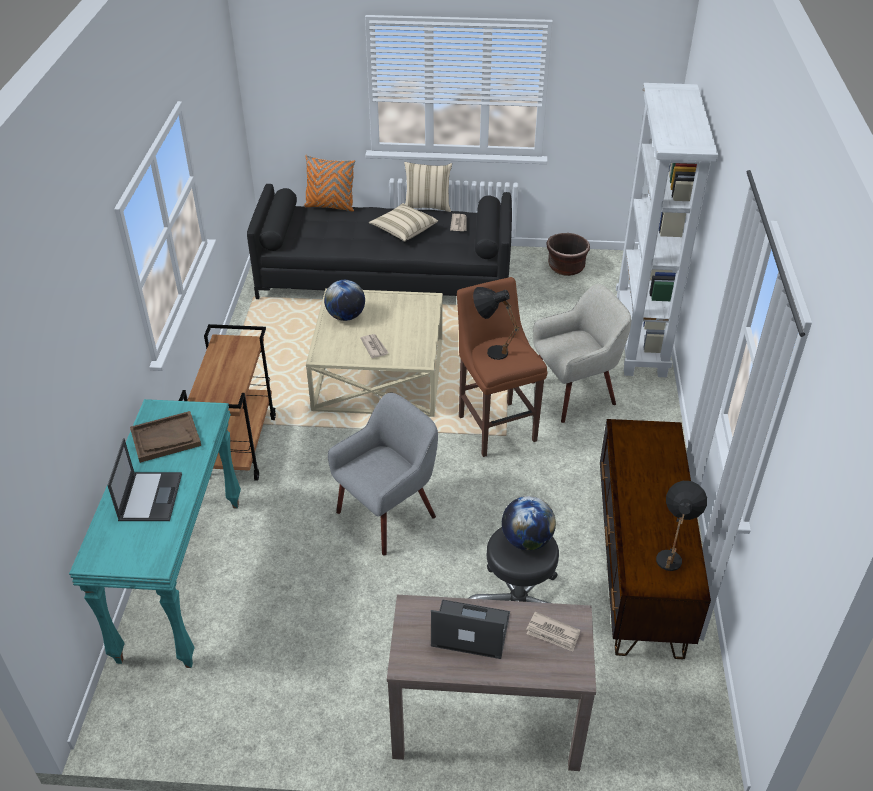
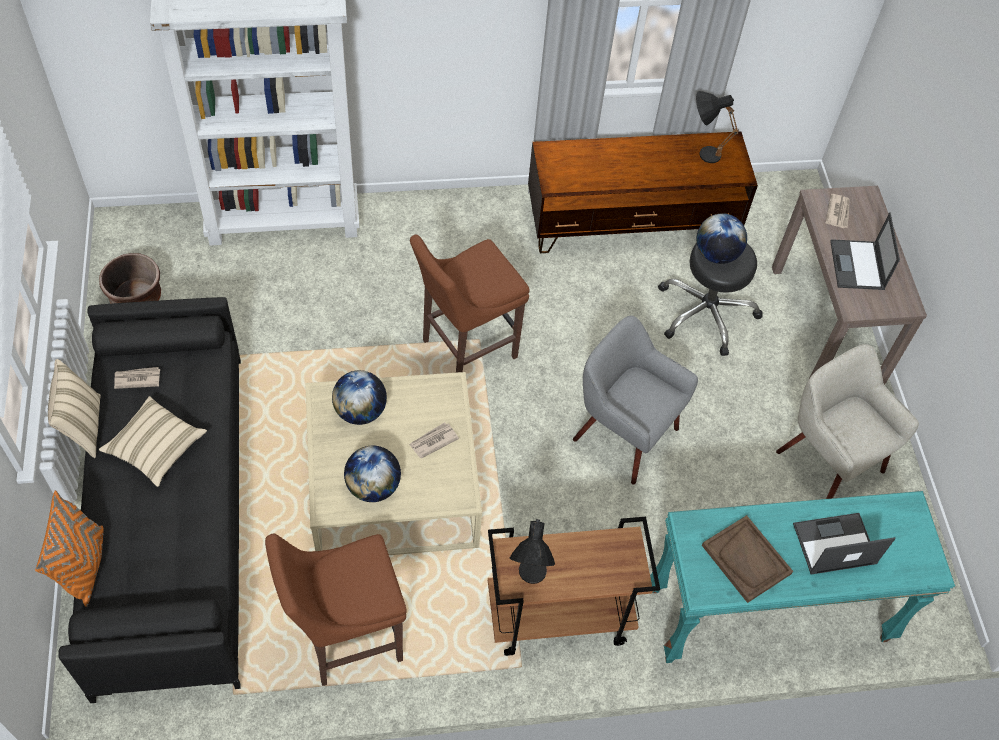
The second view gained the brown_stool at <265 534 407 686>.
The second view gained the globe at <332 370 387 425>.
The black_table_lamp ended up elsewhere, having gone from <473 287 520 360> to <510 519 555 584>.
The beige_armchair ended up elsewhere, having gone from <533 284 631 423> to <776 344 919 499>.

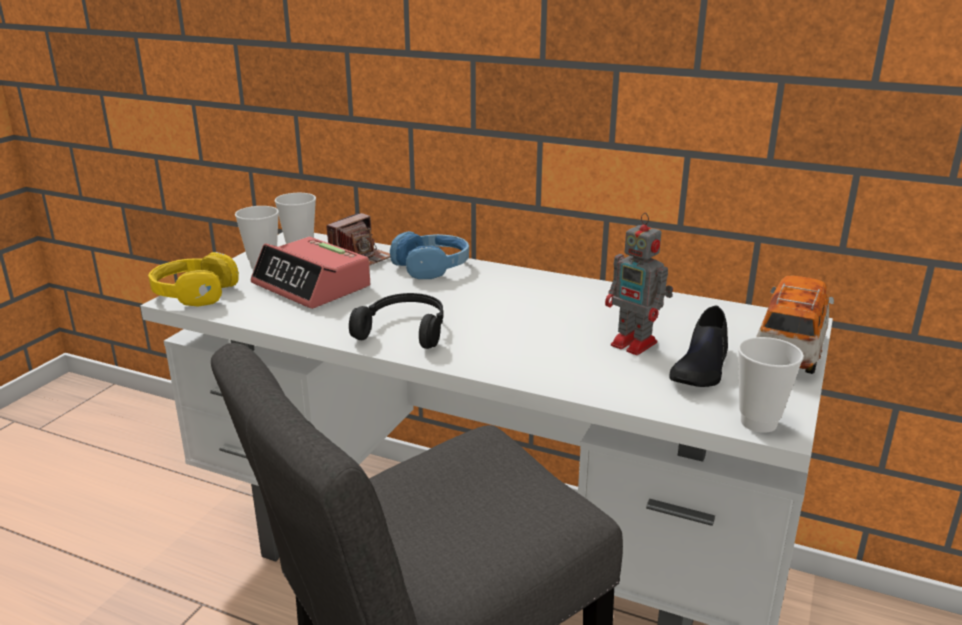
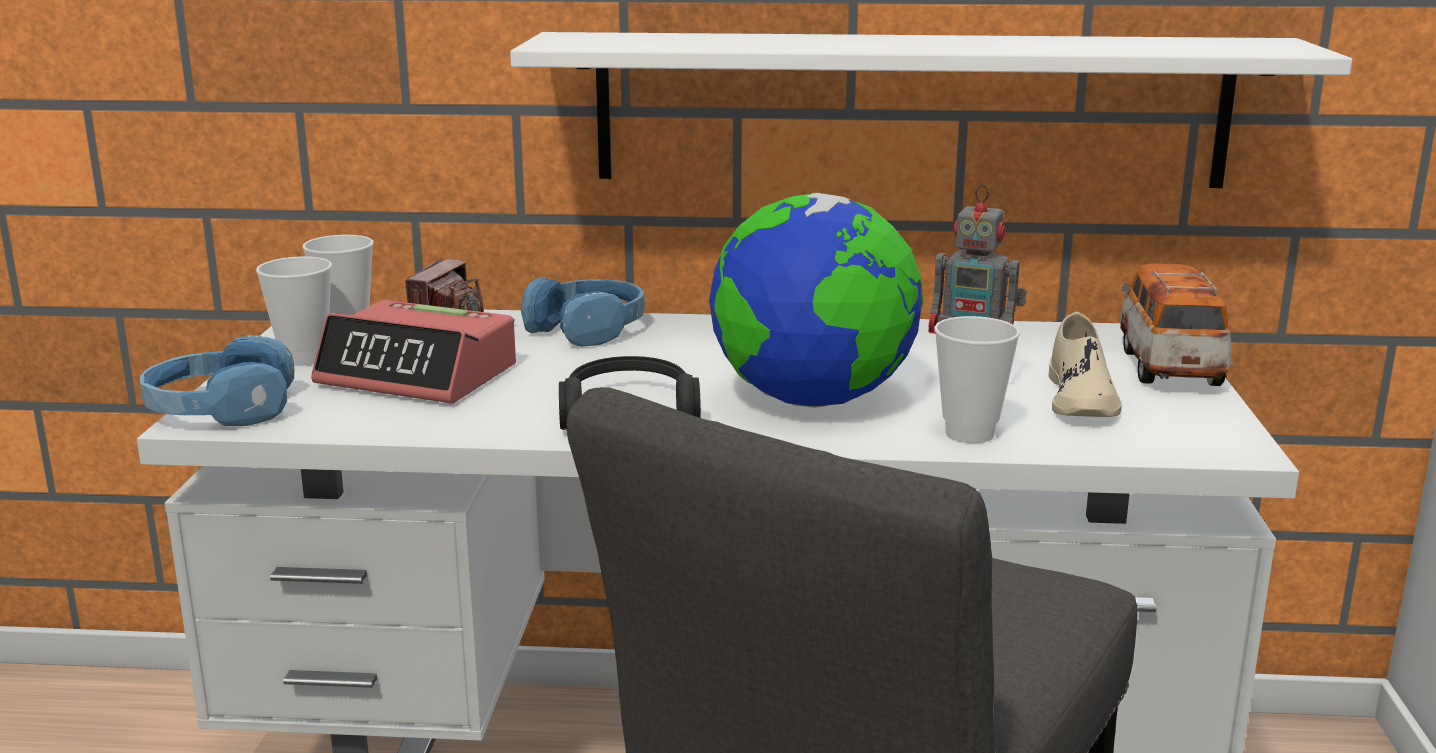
What was the yellow_headphones at <148 252 239 306> turned into the blue_headphones at <140 335 294 426>.
The second view gained the white_shelf at <510 32 1352 188>.
The second view gained the globe at <709 193 923 408>.
The cup ended up elsewhere, having gone from <738 337 804 433> to <934 316 1020 444>.
What was the black_shoe at <669 305 728 387> turned into the beige_shoe at <1049 312 1122 417>.

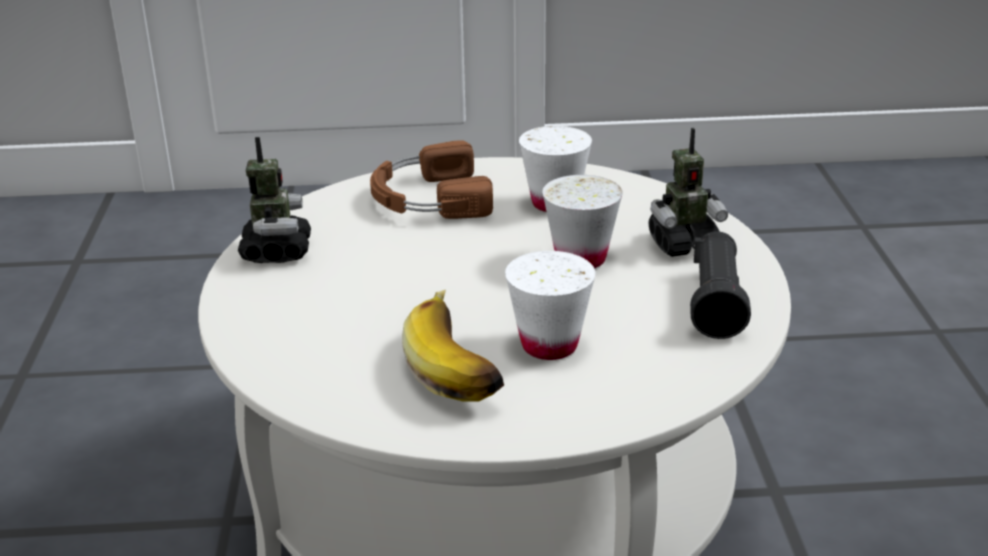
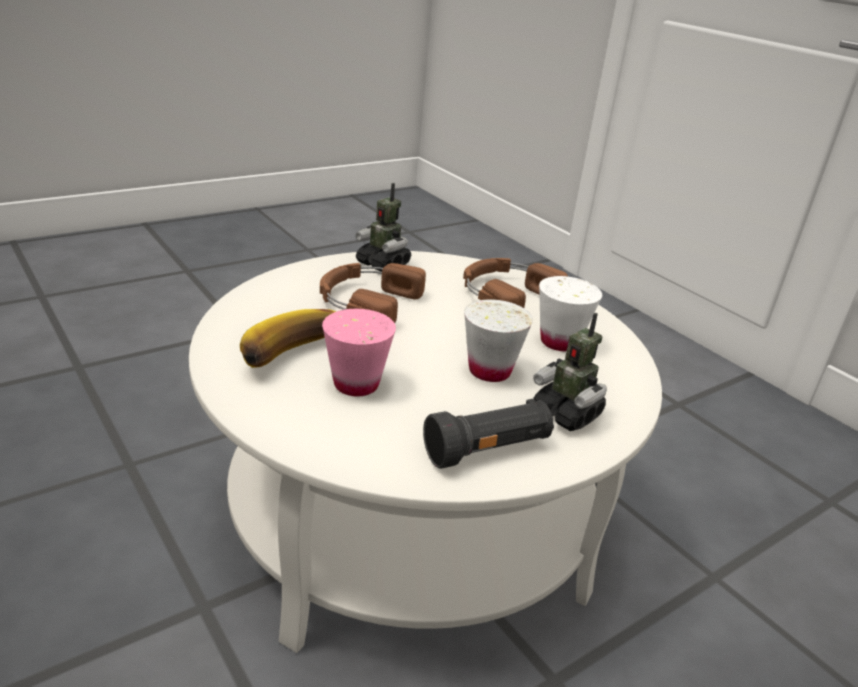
The second view gained the brown_headphones at <320 263 426 323>.
What was the white_cup at <505 251 596 360> turned into the pink_cup at <322 309 396 396>.
The toy_robot at <238 137 311 263> ended up facing another way, 75 degrees clockwise from before.

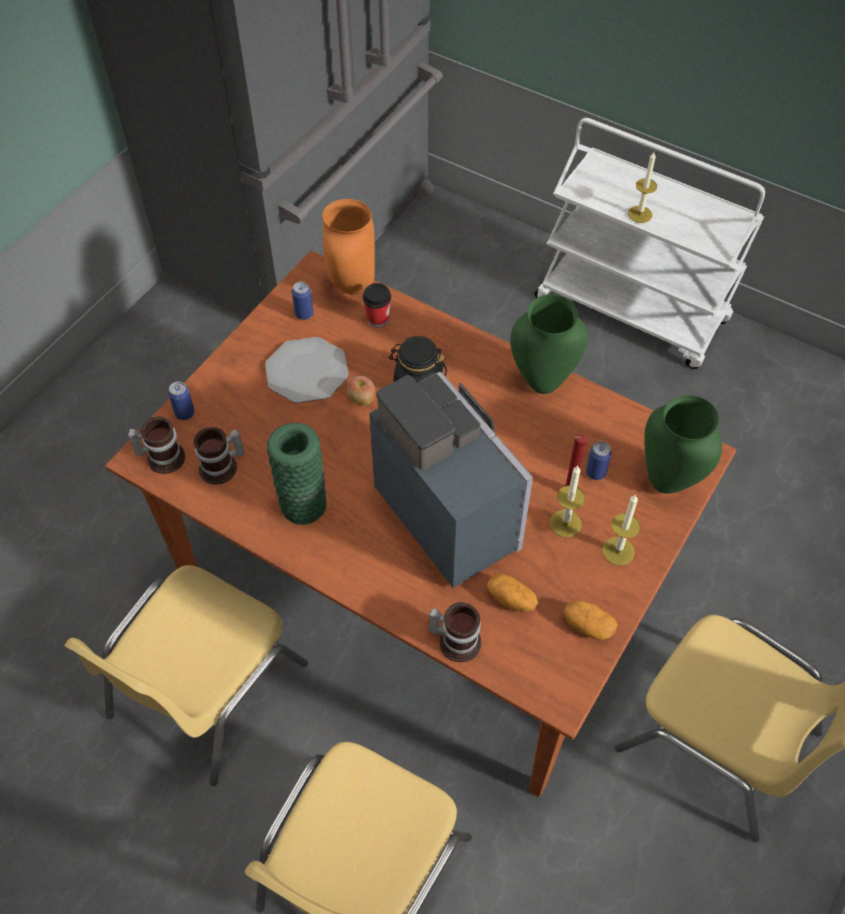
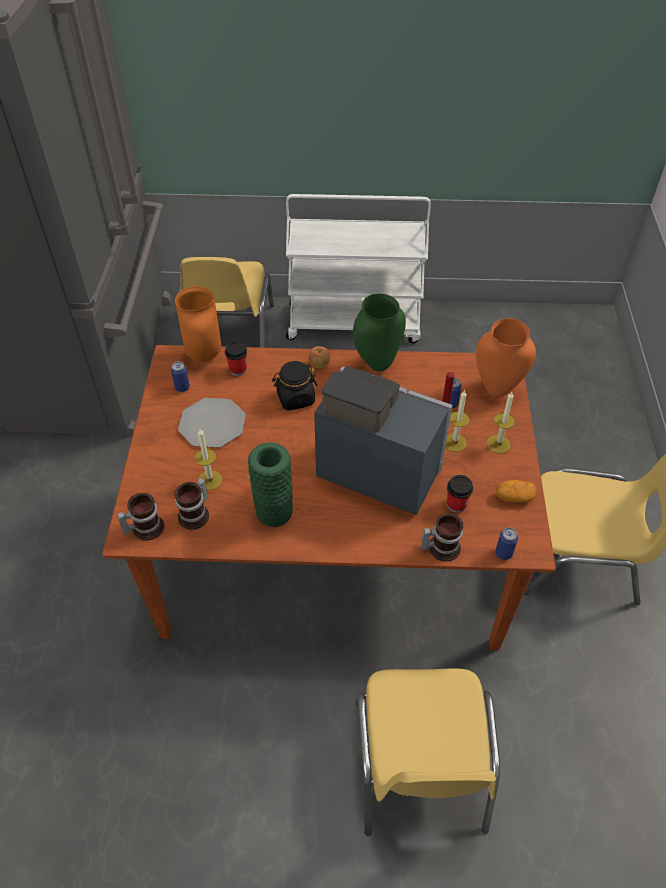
The yellow_chair ended up elsewhere, having gone from <64 565 308 786> to <178 257 274 348>.
The candle ended up elsewhere, having gone from <628 152 657 223> to <194 429 222 490>.
The apple ended up elsewhere, having gone from <346 375 376 405> to <308 346 330 368>.
Where the potato stood at <487 574 538 613>, the cup came to stand at <447 475 473 513>.
What was the green_vase at <645 395 722 494> turned into the orange_vase at <476 318 536 398>.
The can ended up elsewhere, having gone from <168 381 195 420> to <495 527 518 560>.

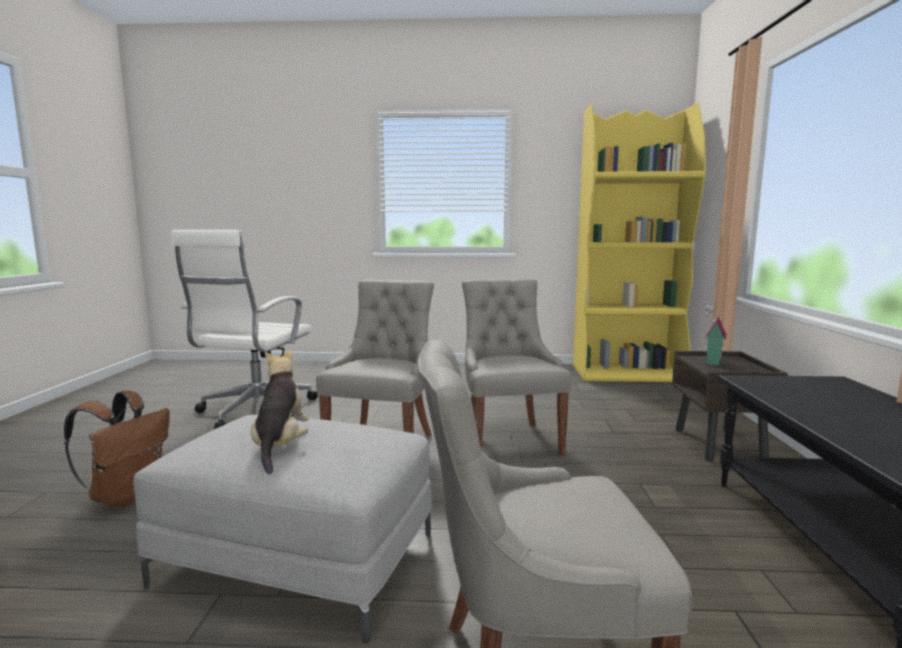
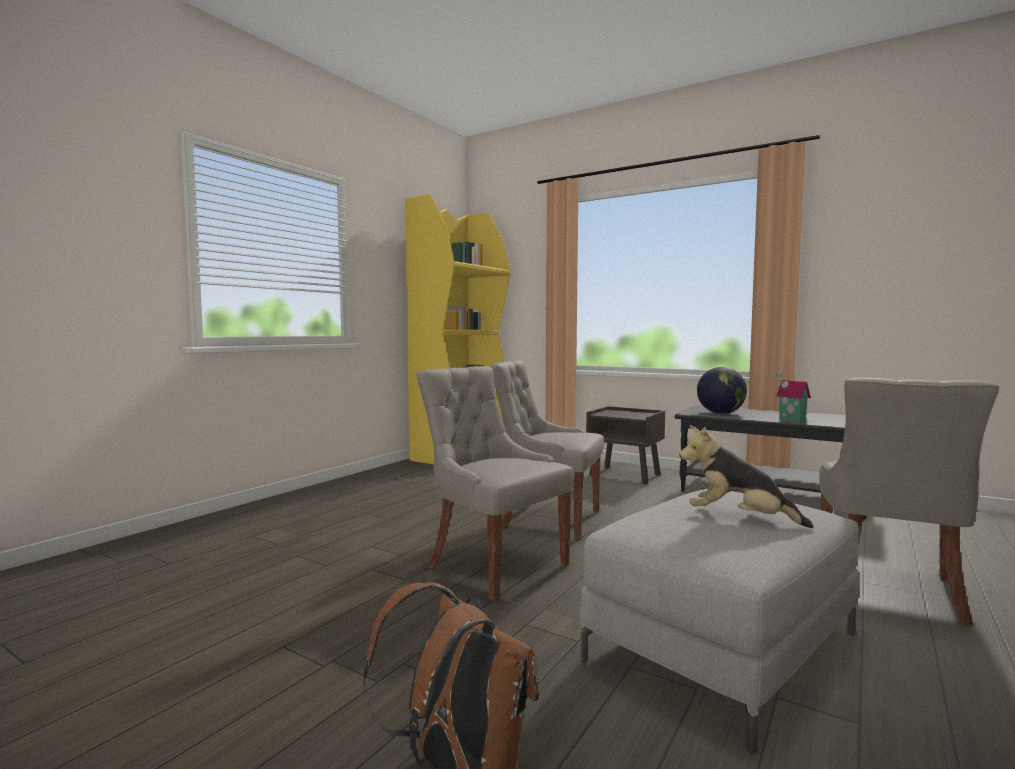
The second view gained the globe at <697 367 747 414>.
The toy_house ended up elsewhere, having gone from <705 305 726 366> to <776 370 811 423>.
The second view lost the white_office_chair at <171 230 318 429>.

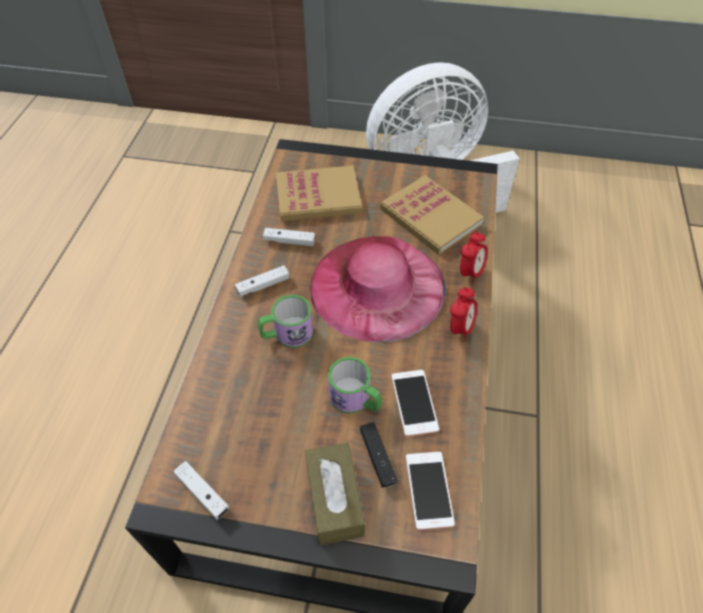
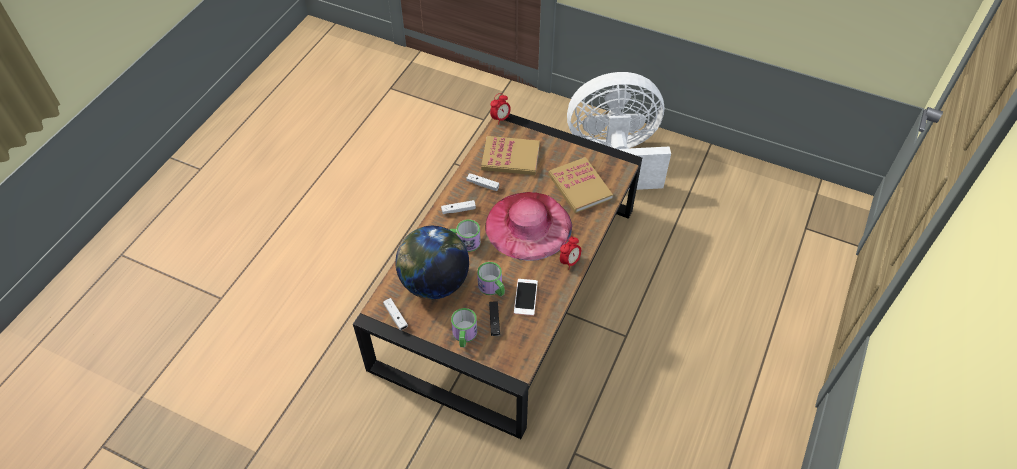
The second view gained the globe at <395 226 469 299>.
Where the brown_tissue_box stood at <305 443 365 545>, the mug came to stand at <451 308 477 347>.
The alarm_clock ended up elsewhere, having gone from <460 231 488 284> to <490 93 511 125>.
The second view lost the phone at <406 452 455 530>.

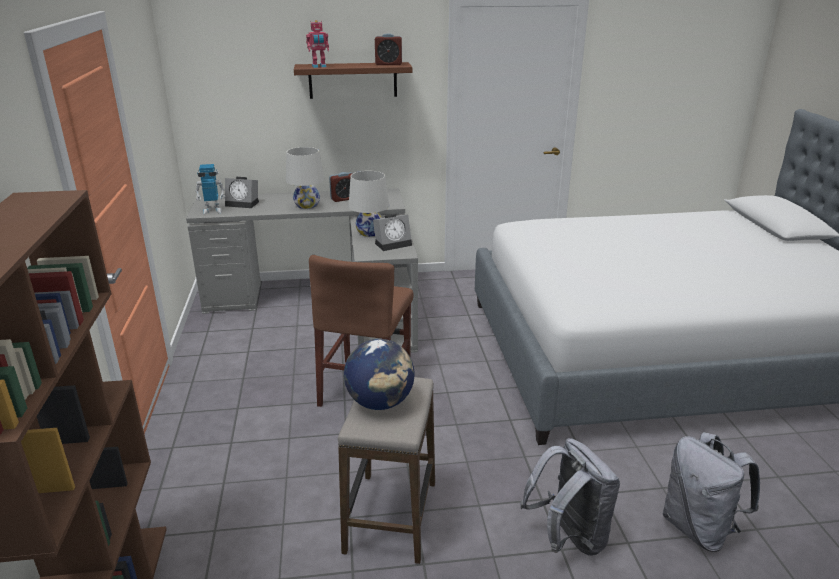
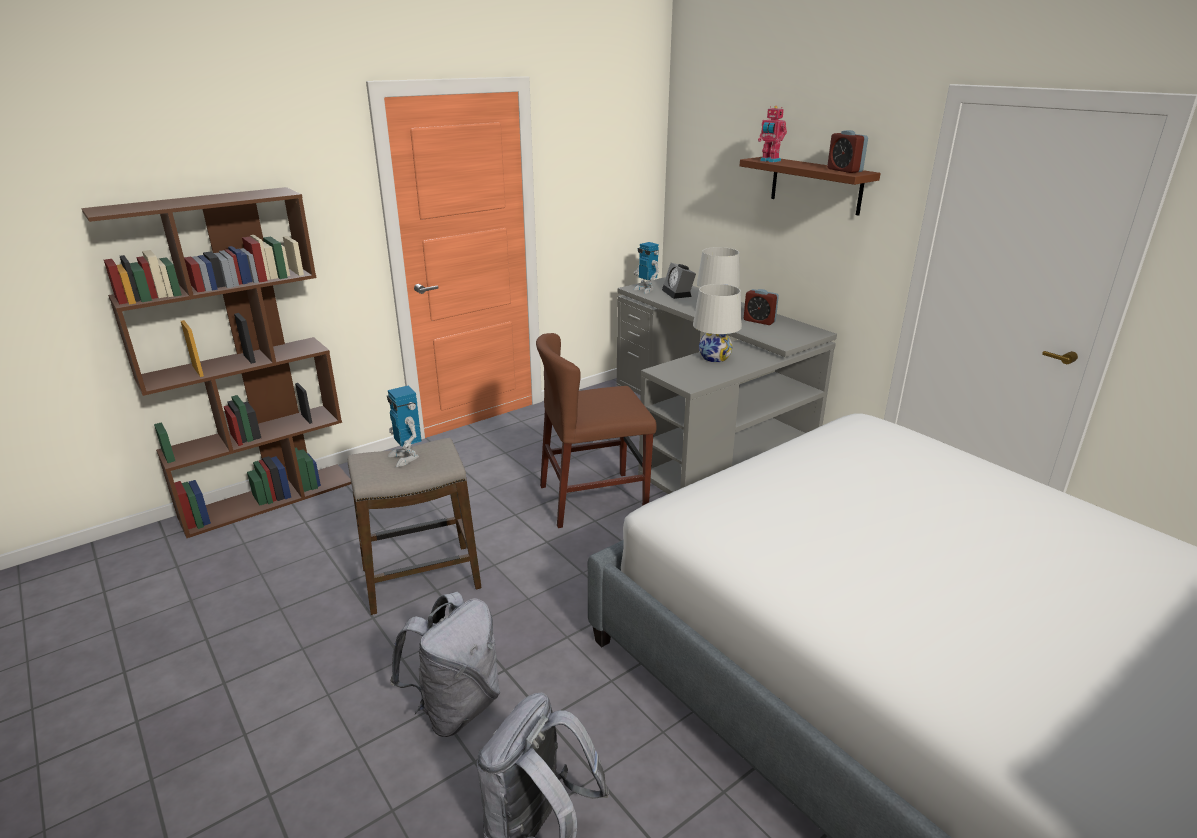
Where the globe stood at <344 339 415 410>, the toy_robot came to stand at <387 386 422 467>.
The second view lost the alarm_clock at <373 214 412 251>.

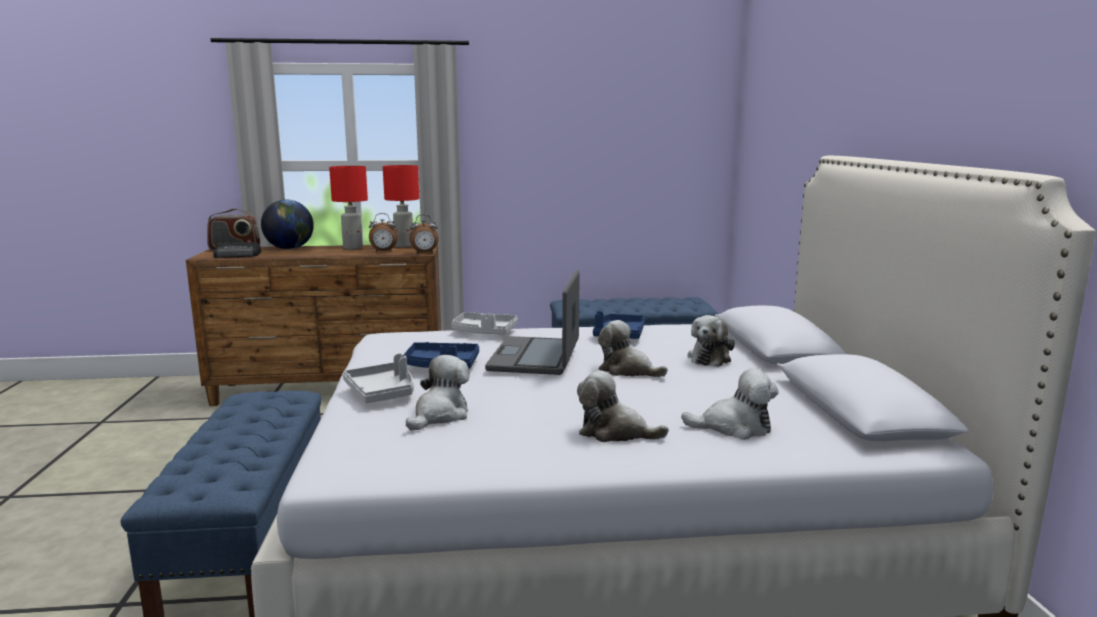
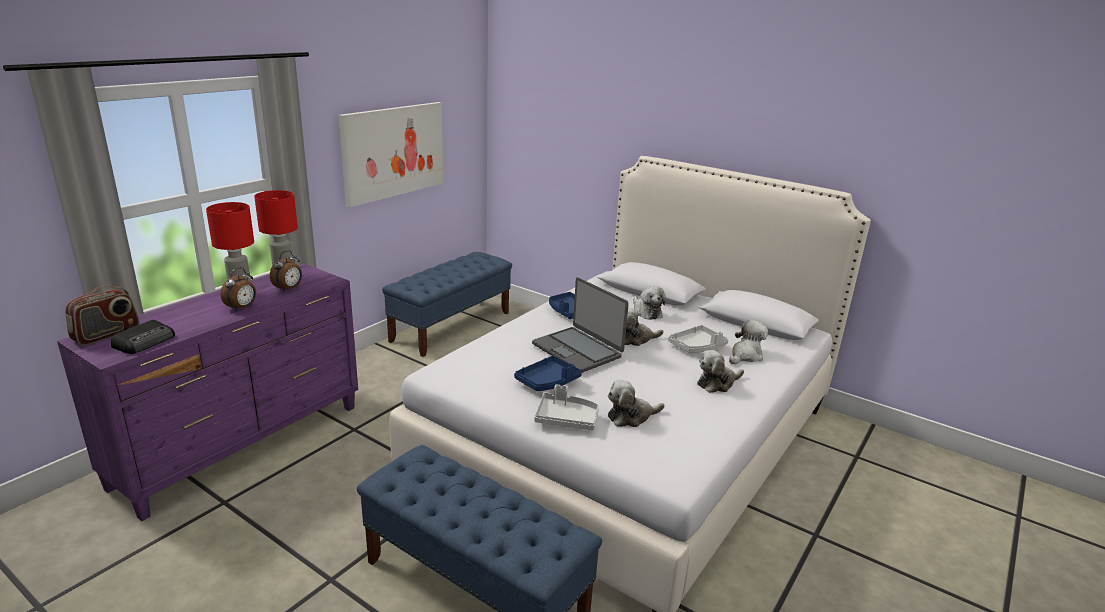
What was the brown_dresser at <186 244 441 406> turned into the purple_dresser at <57 264 358 521>.
The alarm_clock ended up elsewhere, having gone from <409 214 439 254> to <221 267 256 311>.
The second view gained the picture at <339 102 443 208>.
The plush_toy at <406 355 470 431> ended up facing another way, 90 degrees counterclockwise from before.
The grey_tray ended up elsewhere, having gone from <451 312 518 335> to <668 325 728 353>.
The second view lost the globe at <261 200 314 249>.

